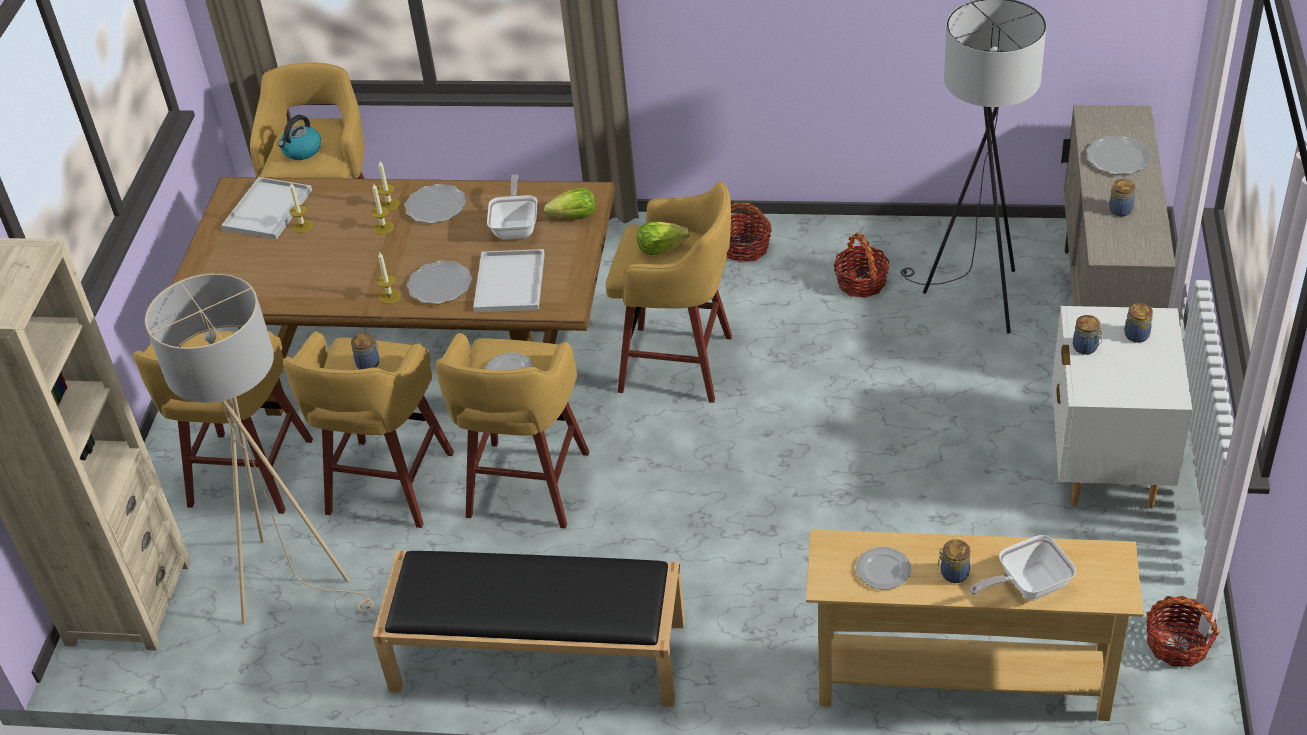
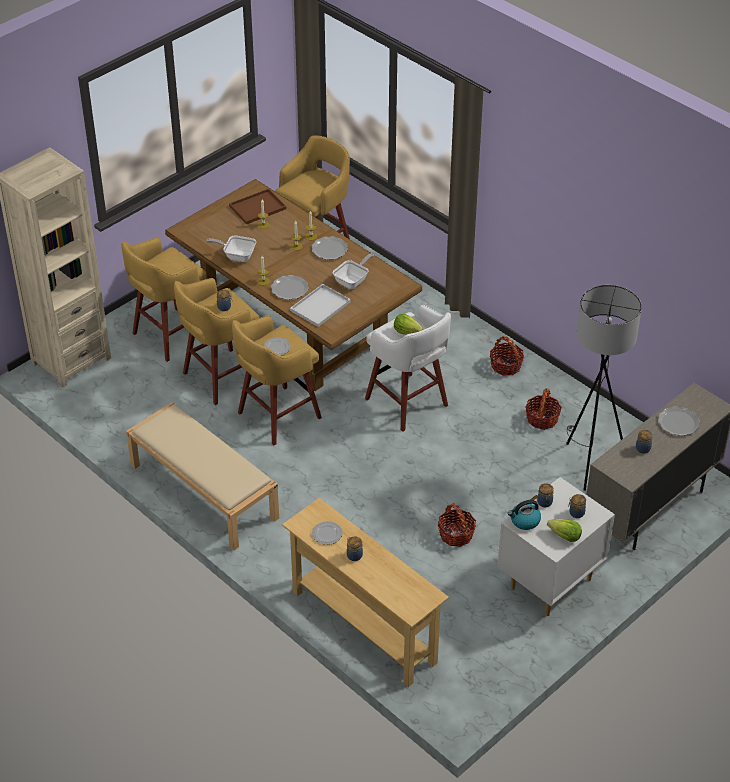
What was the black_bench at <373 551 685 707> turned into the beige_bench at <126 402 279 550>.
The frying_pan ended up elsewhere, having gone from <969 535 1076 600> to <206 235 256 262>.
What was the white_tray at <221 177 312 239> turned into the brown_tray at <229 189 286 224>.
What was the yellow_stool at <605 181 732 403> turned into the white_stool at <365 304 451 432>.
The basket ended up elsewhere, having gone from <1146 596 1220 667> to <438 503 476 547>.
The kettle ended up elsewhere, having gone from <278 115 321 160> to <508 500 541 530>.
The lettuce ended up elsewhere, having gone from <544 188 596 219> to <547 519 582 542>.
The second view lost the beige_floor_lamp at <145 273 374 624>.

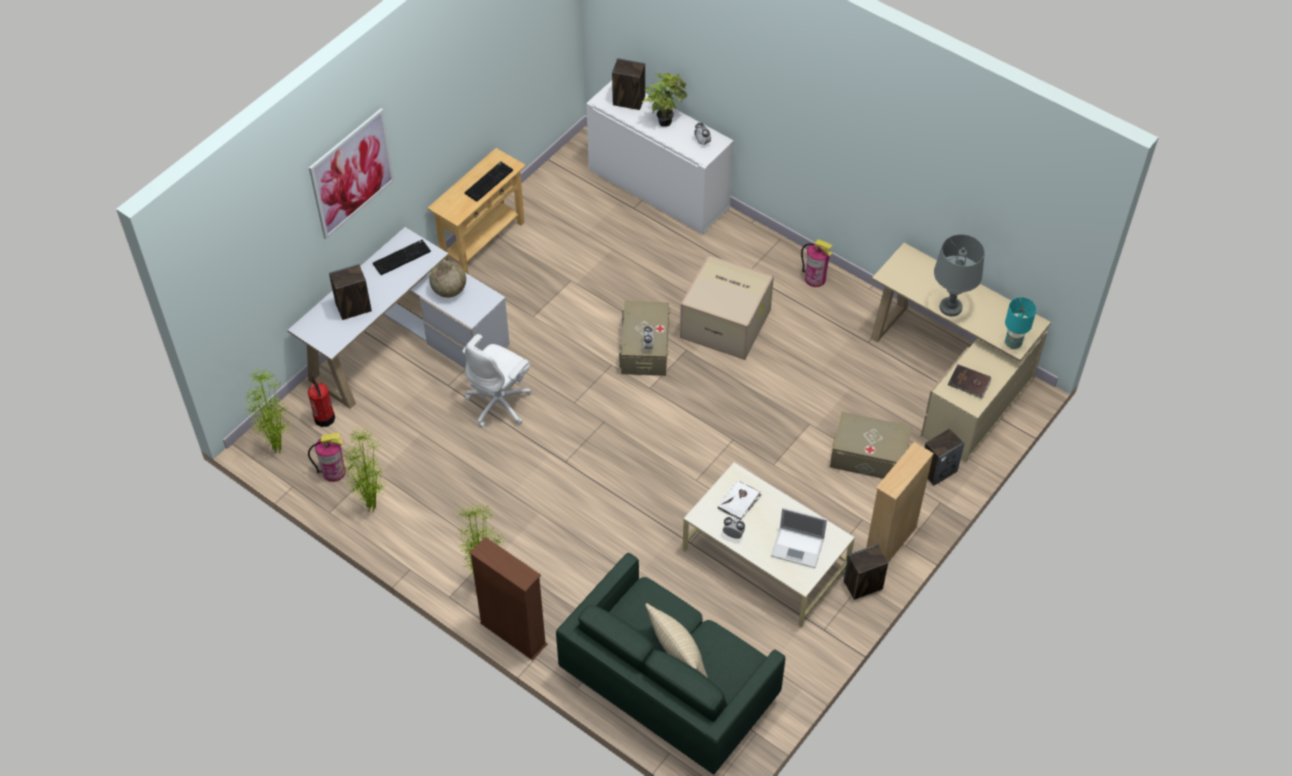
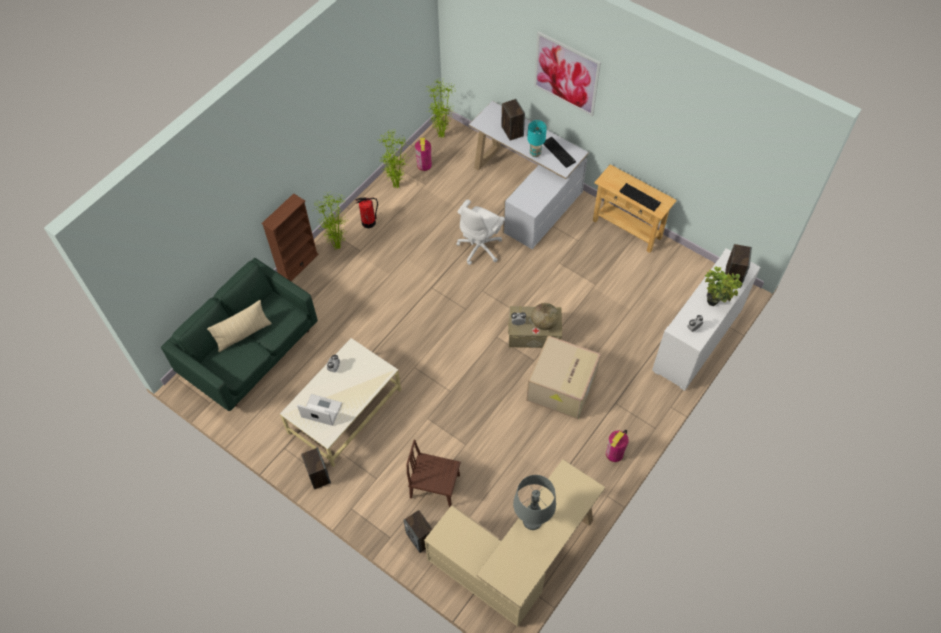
The laptop at <771 507 827 568> ended up facing another way, 90 degrees clockwise from before.
The fire_extinguisher ended up elsewhere, having gone from <307 377 335 427> to <355 198 378 228>.
Where the beige_storage_box stood at <830 412 912 479>, the brown_chair came to stand at <406 440 461 507>.
The white_office_chair at <462 334 531 428> ended up facing another way, 90 degrees counterclockwise from before.
The turquoise_table_lamp ended up elsewhere, having gone from <1005 297 1036 349> to <527 120 547 157>.
The globe ended up elsewhere, having gone from <429 261 466 298> to <531 303 559 330>.
The second view lost the white_book at <718 481 762 521>.
The second view lost the beige_bookcase at <866 442 934 563>.
The second view lost the brown_book at <948 364 991 399>.

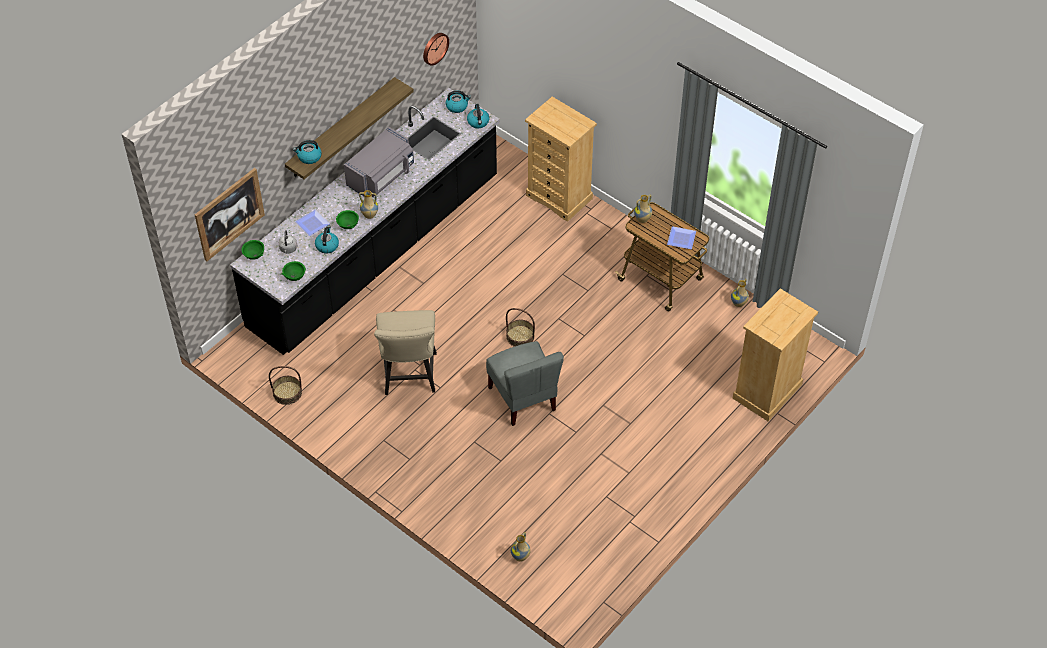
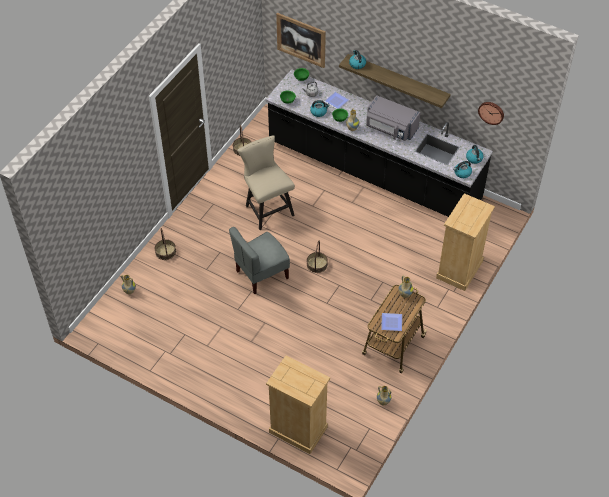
The second view gained the basket at <155 228 176 260>.
The beige_chair at <374 310 437 395> ended up facing another way, 75 degrees clockwise from before.

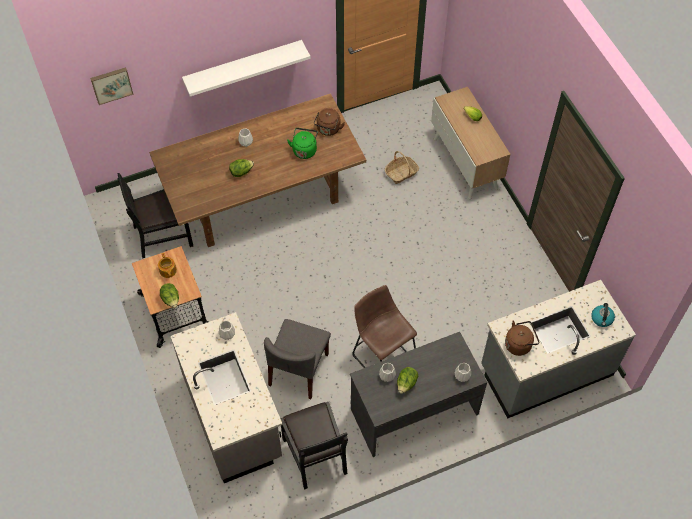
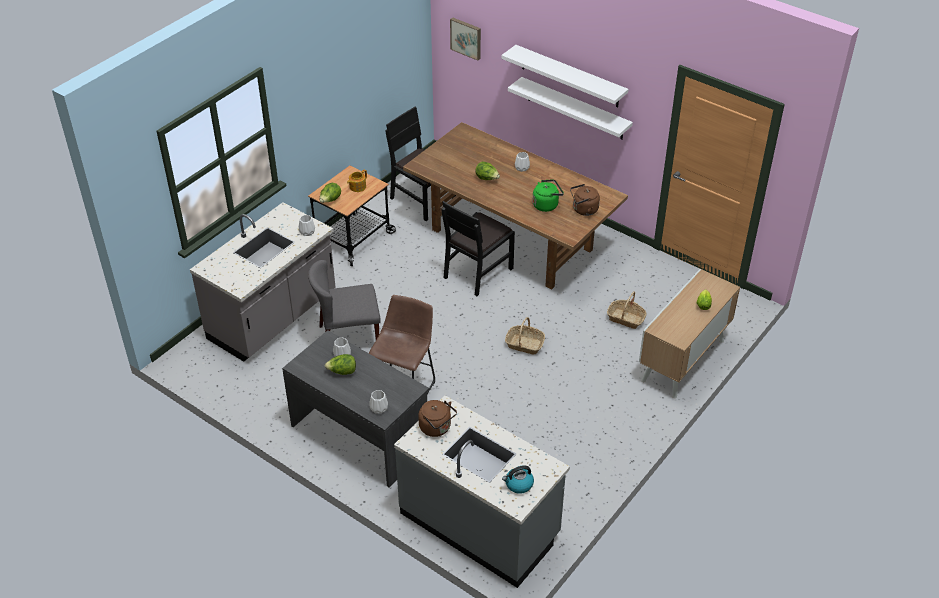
The black_chair ended up elsewhere, having gone from <280 402 348 489> to <441 201 515 296>.
The second view gained the white_shelf at <501 45 628 108>.
The second view gained the basket at <505 317 545 355>.

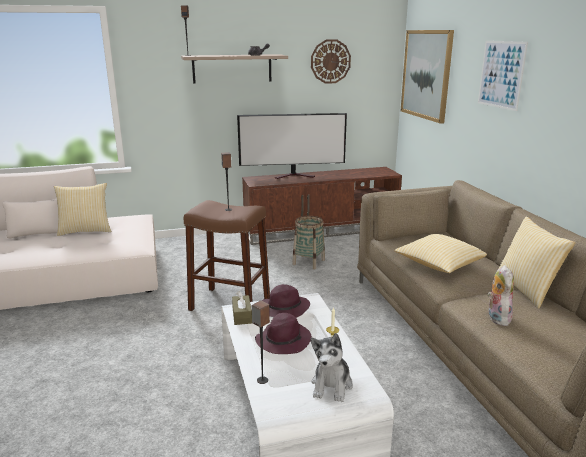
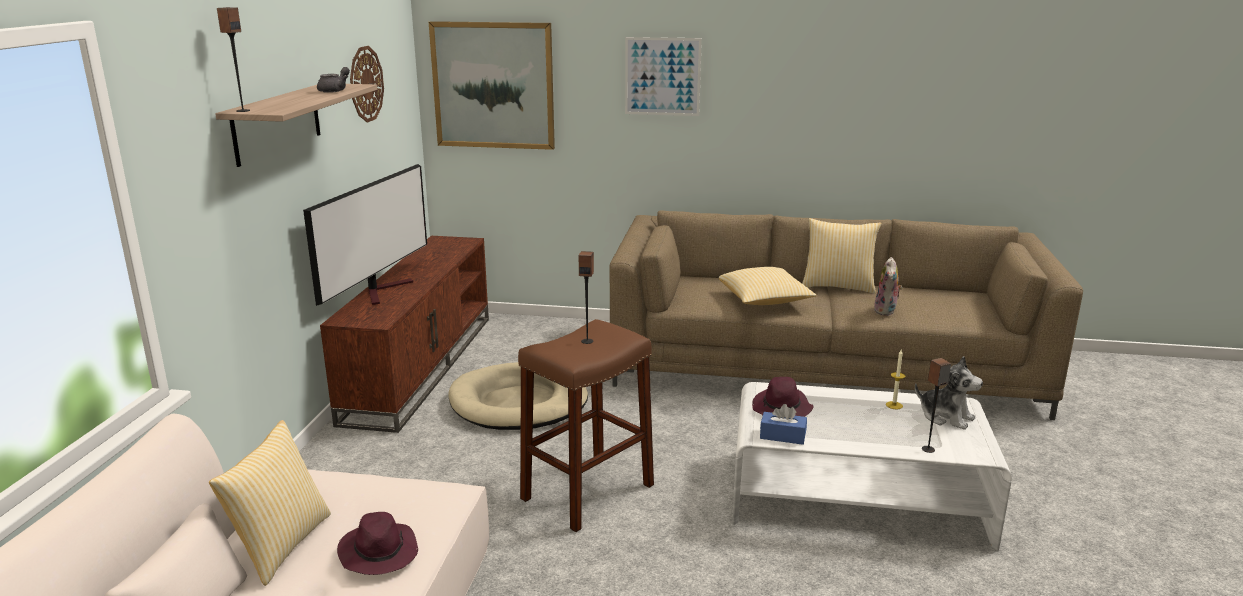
The purple_hat ended up elsewhere, having gone from <255 313 312 354> to <337 512 418 575>.
Where the basket stood at <292 216 325 269>, the beige_dog_bed came to stand at <449 362 588 430>.
What was the brown_tissue_box at <232 291 252 325> turned into the blue_tissue_box at <760 404 807 445>.
The plush_toy at <487 265 514 326> ended up facing another way, 105 degrees counterclockwise from before.

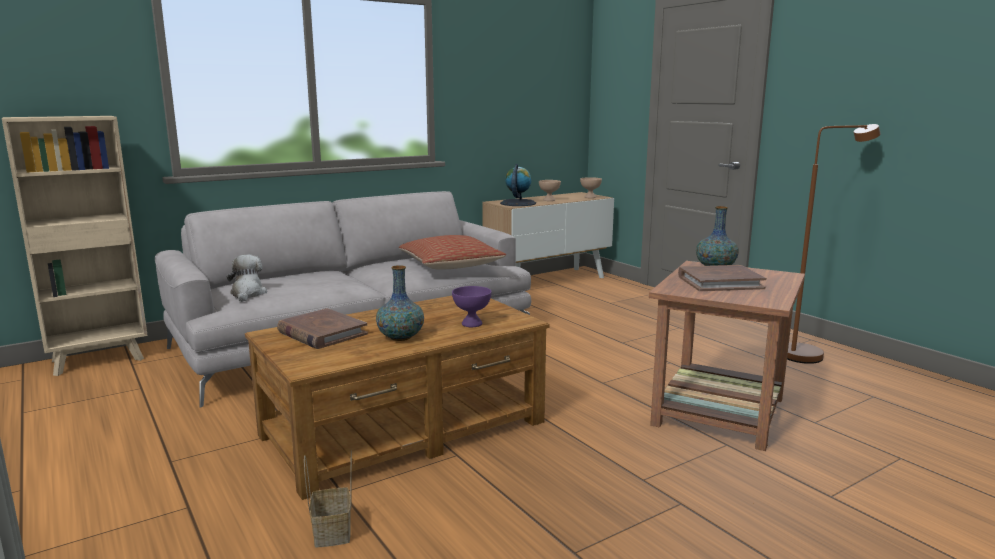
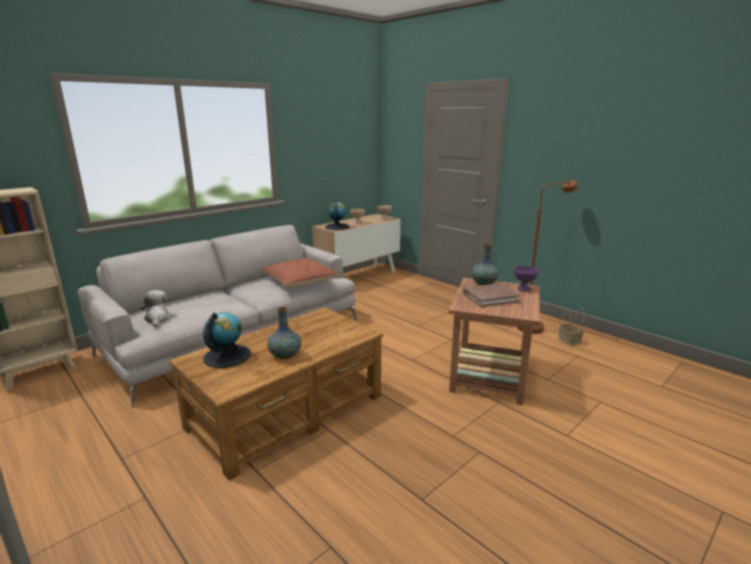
Where the brown_book stood at <277 308 368 349>, the globe came to stand at <203 312 251 368>.
The purple_bowl ended up elsewhere, having gone from <452 286 492 327> to <514 266 539 291>.
The basket ended up elsewhere, having gone from <304 450 352 548> to <558 307 585 346>.

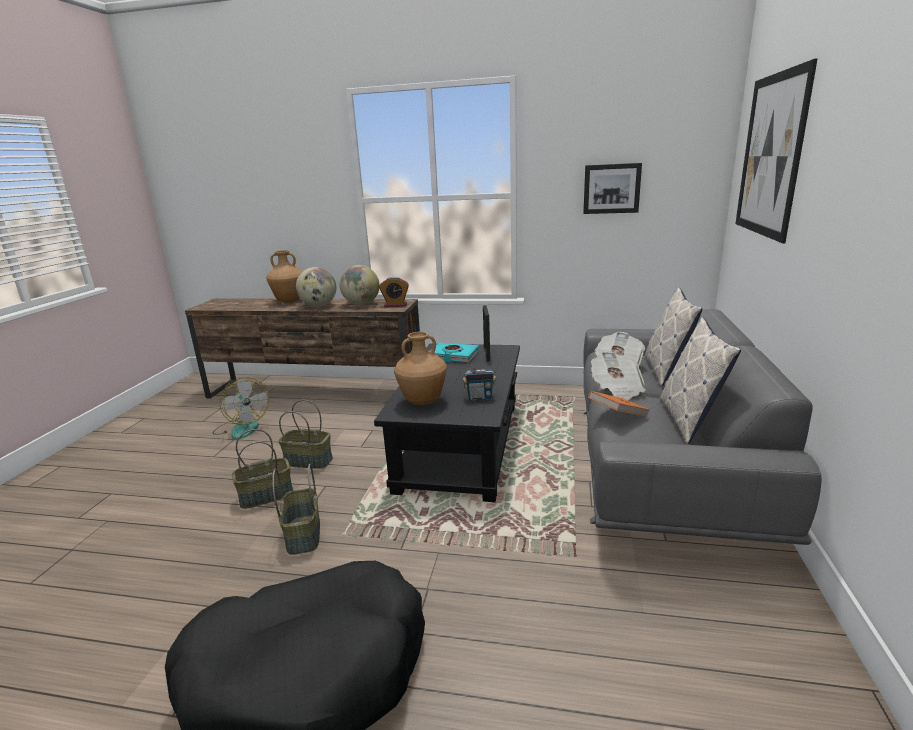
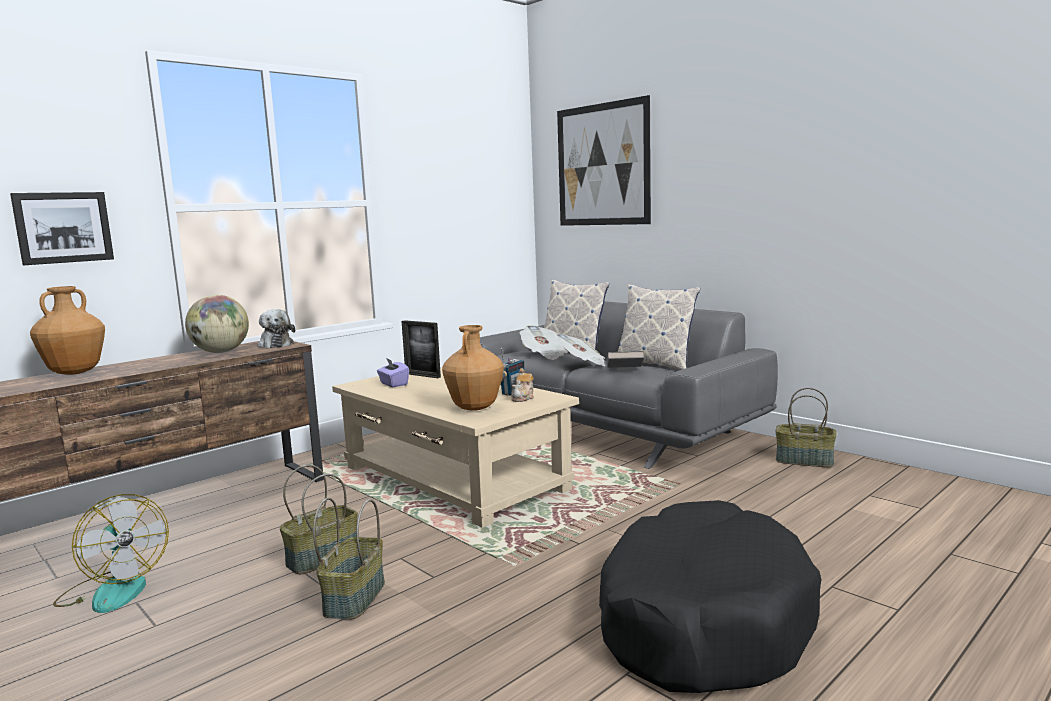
The picture ended up elsewhere, having gone from <583 163 642 214> to <10 192 114 265>.
The fan at <212 377 269 439> ended up facing another way, 45 degrees clockwise from before.
Where the alarm_clock stood at <379 277 409 307>, the plush_toy came to stand at <257 309 295 348>.
What was the black_coffee_table at <374 344 520 502> turned into the beige_coffee_table at <332 368 579 528>.
Where the turquoise_book stood at <430 343 479 362>, the purple_tissue_box came to stand at <377 358 409 387>.
The second view gained the teapot at <511 368 534 402>.
What was the orange_book at <588 391 650 417> turned into the grey_book at <606 351 644 368>.
The basket ended up elsewhere, having gone from <272 464 320 555> to <775 388 836 467>.
The second view lost the globe at <296 267 336 307>.

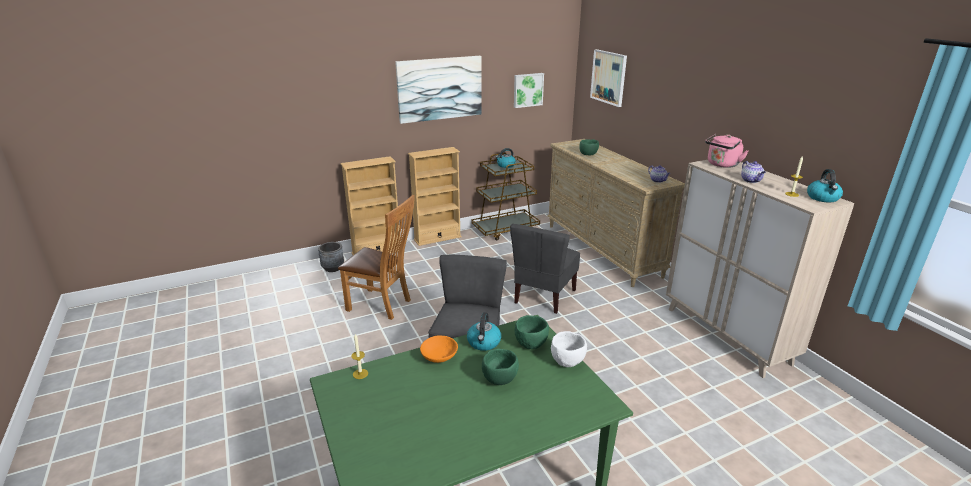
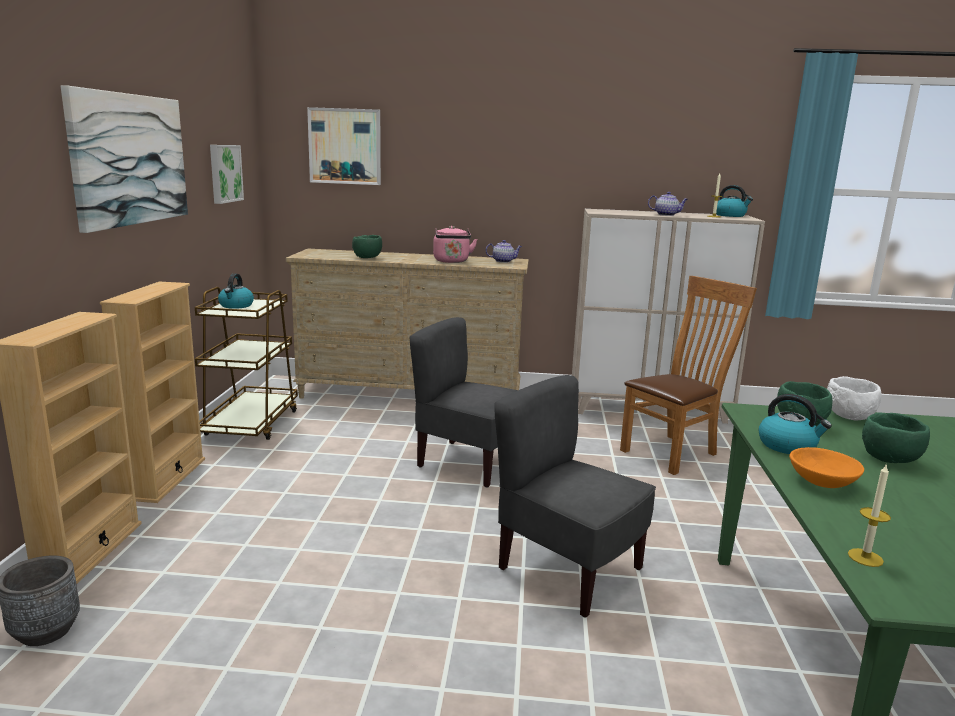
The grey_chair at <510 224 580 314> ended up facing another way, 150 degrees clockwise from before.
The pink_kettle ended up elsewhere, having gone from <705 134 748 168> to <433 226 477 263>.
The brown_chair ended up elsewhere, having gone from <338 195 415 320> to <620 276 757 475>.

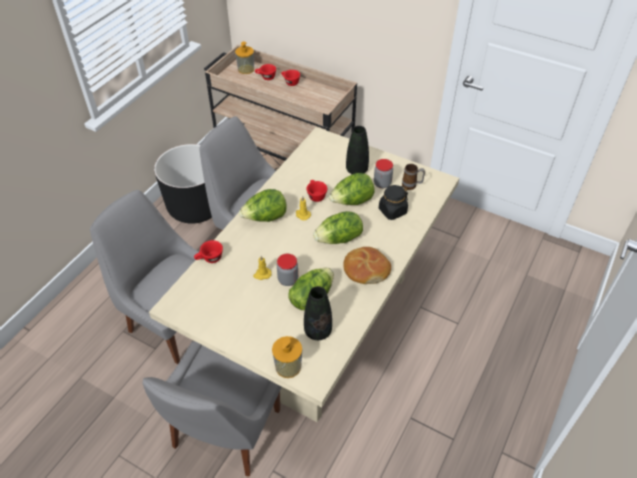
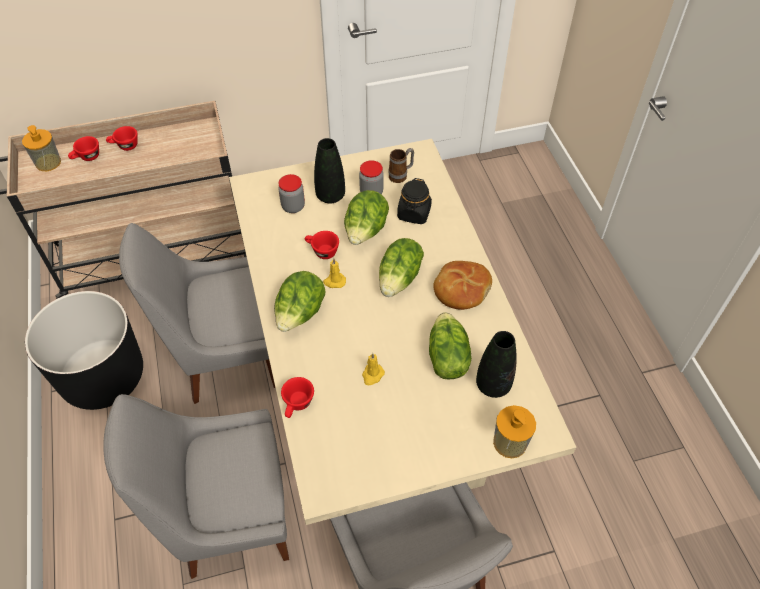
The jar ended up elsewhere, having gone from <277 254 298 286> to <278 174 305 213>.

